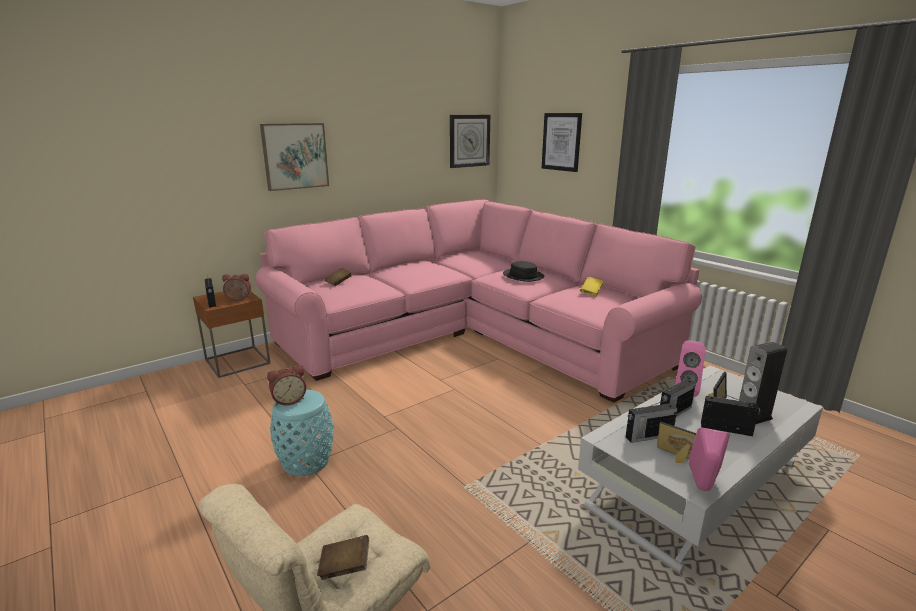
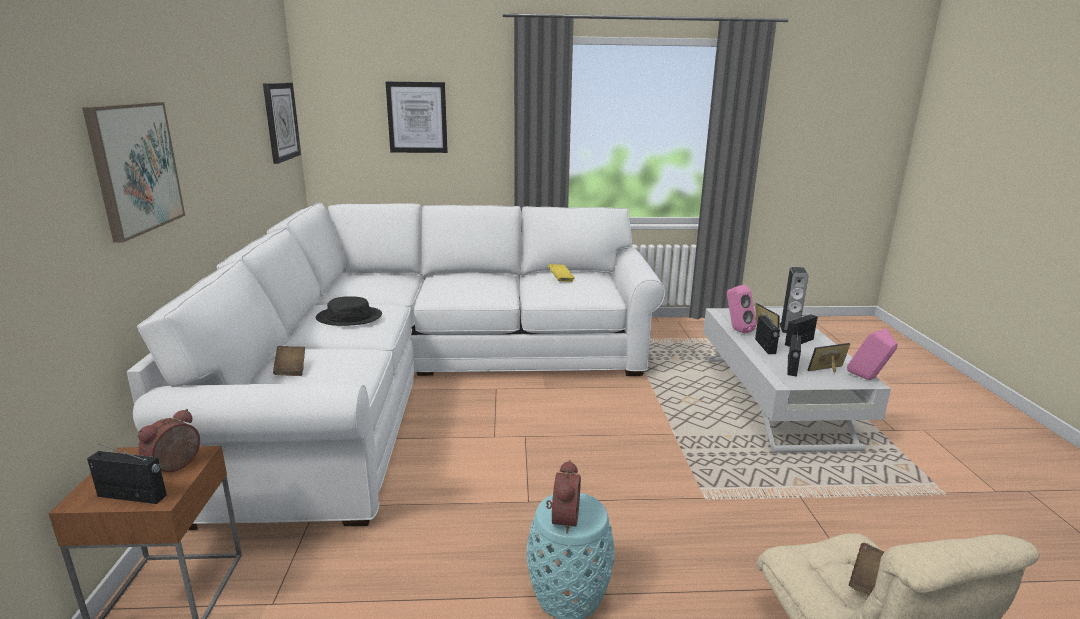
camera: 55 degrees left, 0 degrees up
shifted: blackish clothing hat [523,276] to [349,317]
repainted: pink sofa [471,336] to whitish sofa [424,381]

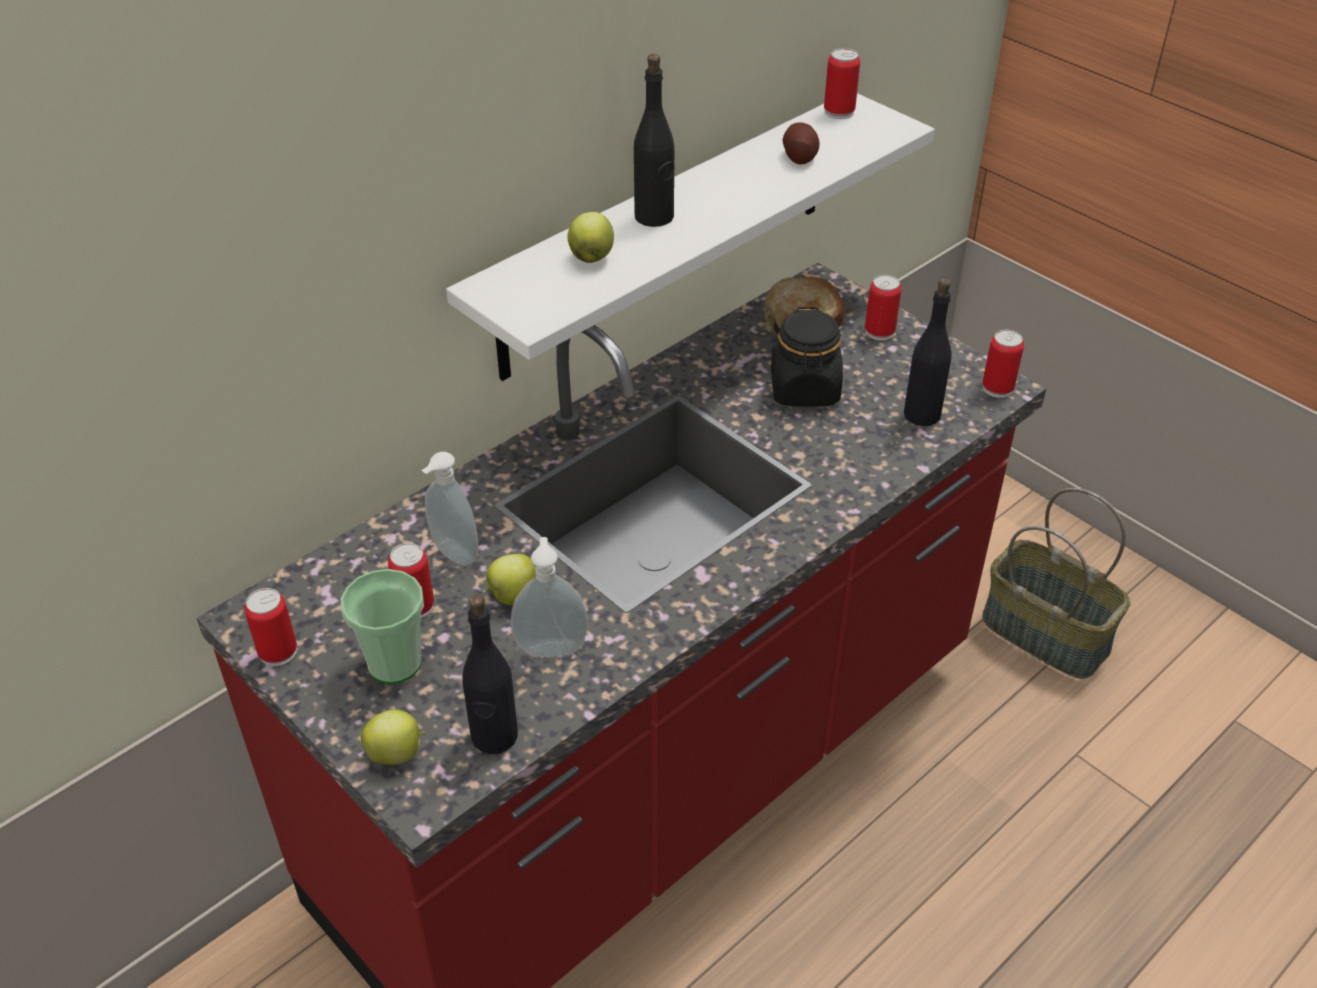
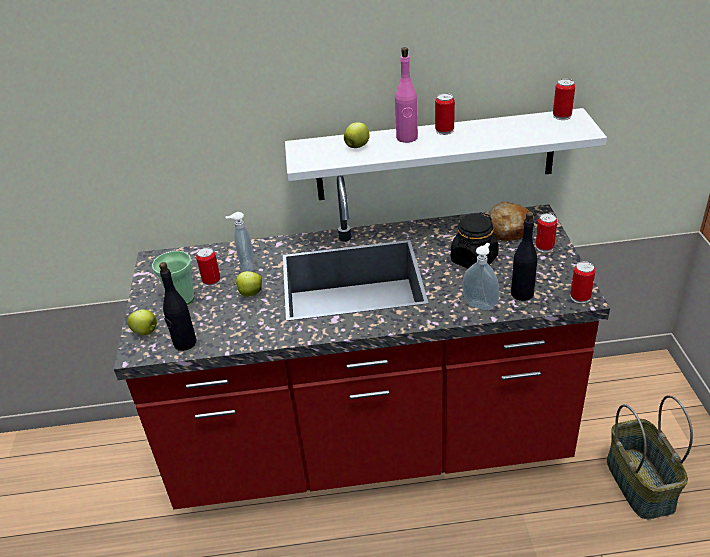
camera: 40 degrees right, 5 degrees down
gone: potato [799,156]
shifted: liquid soap bottle [551,646] to [480,304]; can [278,652] to [444,130]
repainted: blackish bottle [654,217] to pink bottle [407,138]

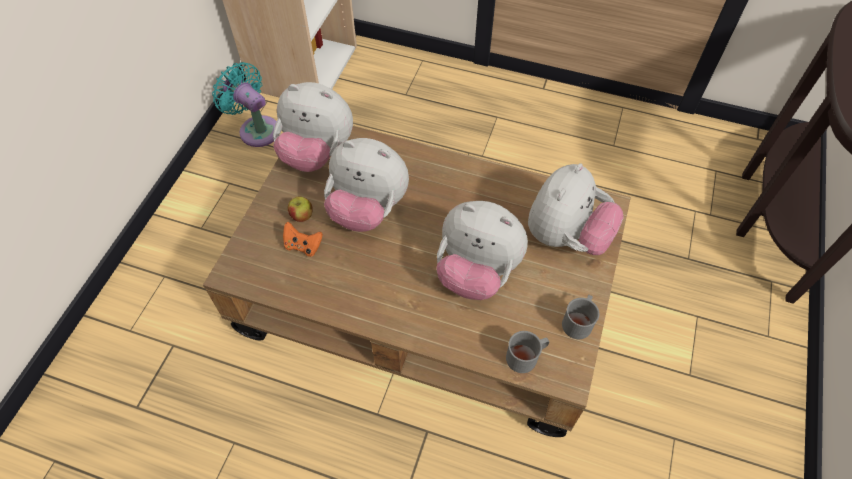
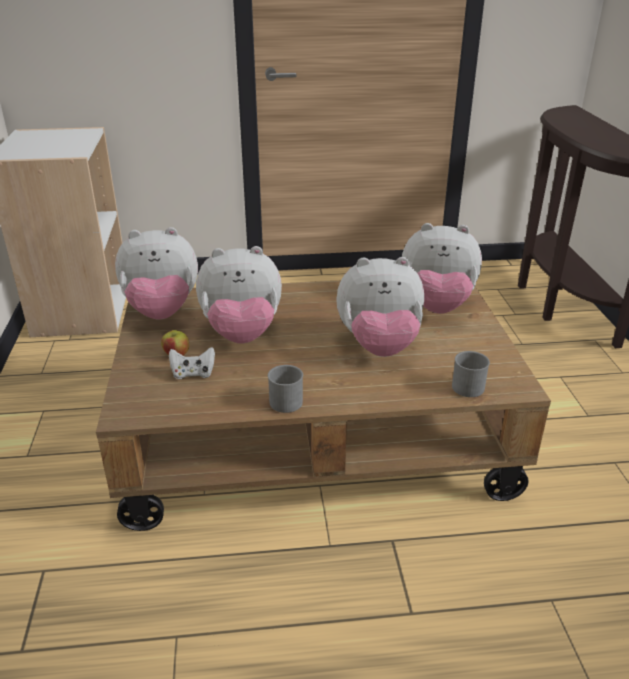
camera: 25 degrees left, 25 degrees down
gone: turquoise-coloured fan [256,129]
shifted: greyish tea mug [578,321] to [286,399]
repainted: orange gamepad [303,246] to whitish gamepad [193,374]
rotated: cuddly toy [566,236] = [437,306] 90 degrees clockwise

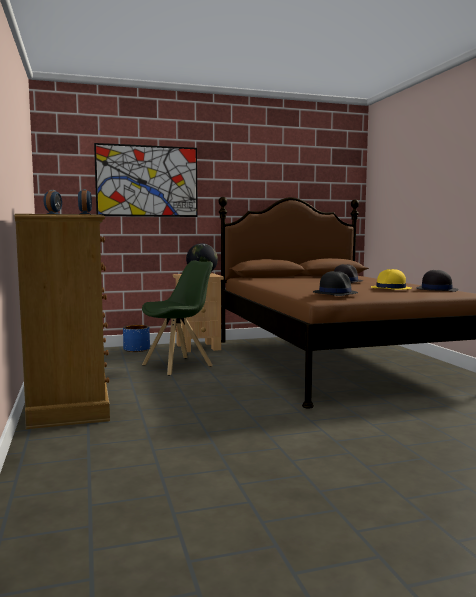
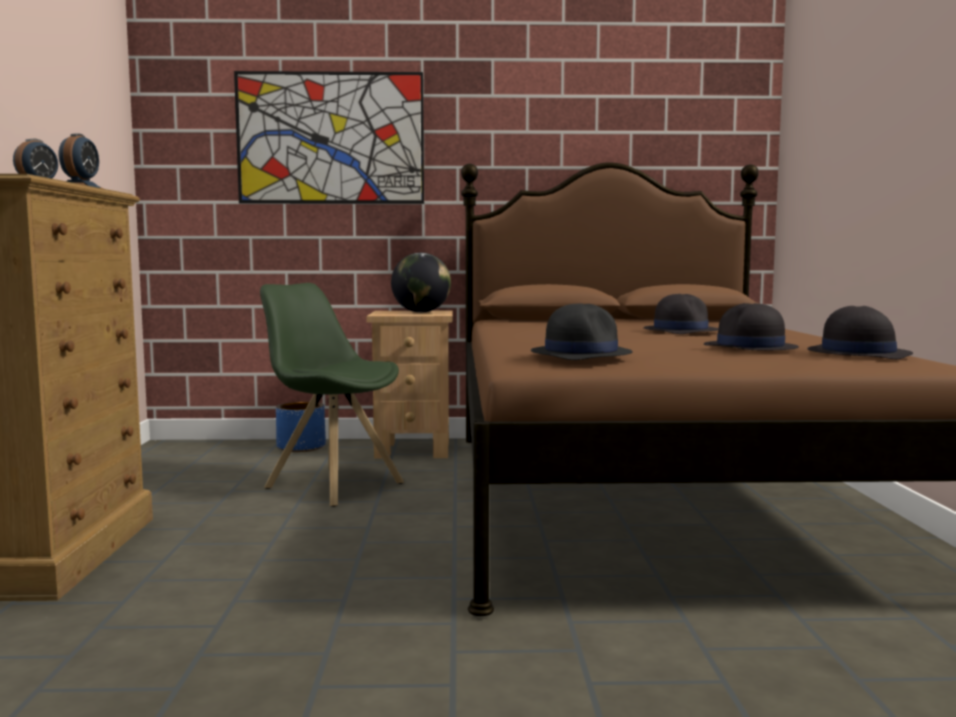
camera: 15 degrees right, 0 degrees up
repainted: yellowish clothing hat [391,288] to blackish clothing hat [750,348]
rotated: green-coloured chair [178,365] = [333,485] 120 degrees counterclockwise

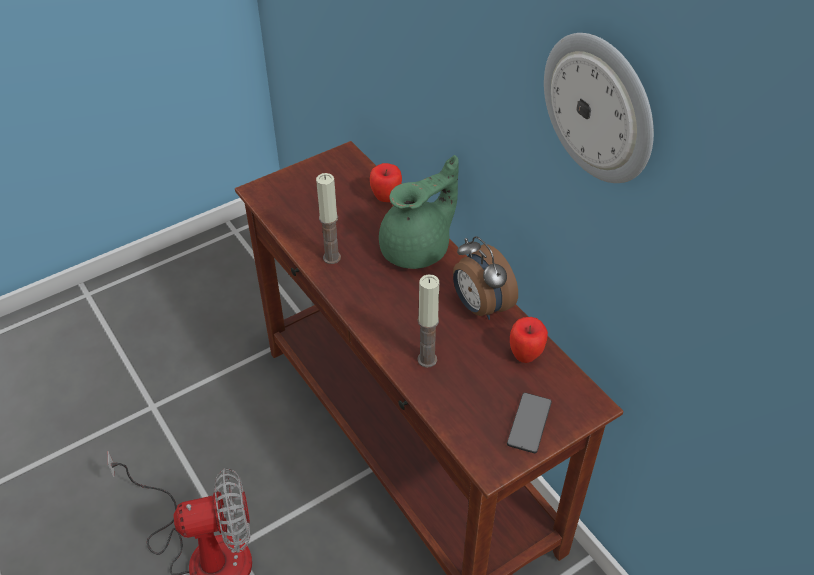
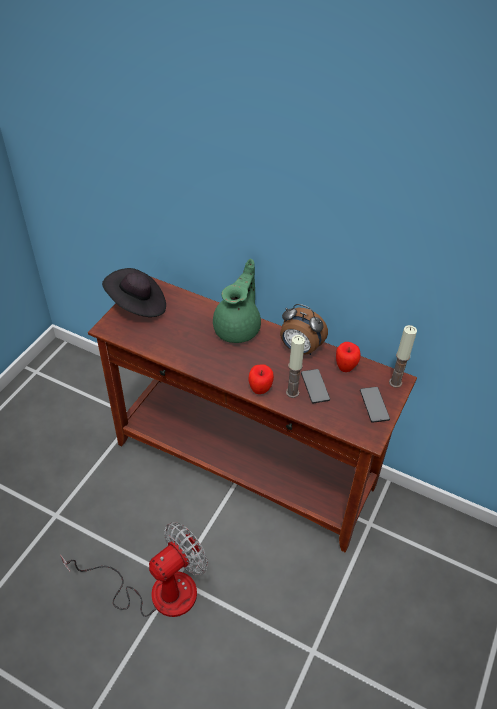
camera: 30 degrees left, 0 degrees up
gone: hanging clock [600,108]
new: blackish clothing hat [137,305]; telephone [315,386]
shifted: apple fruit [386,198] to [260,390]; wax candle [331,257] to [395,382]

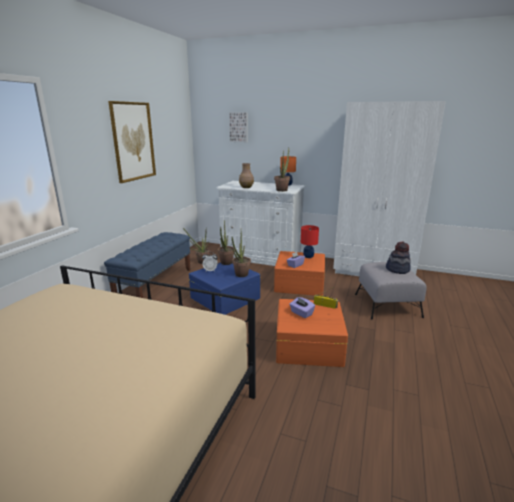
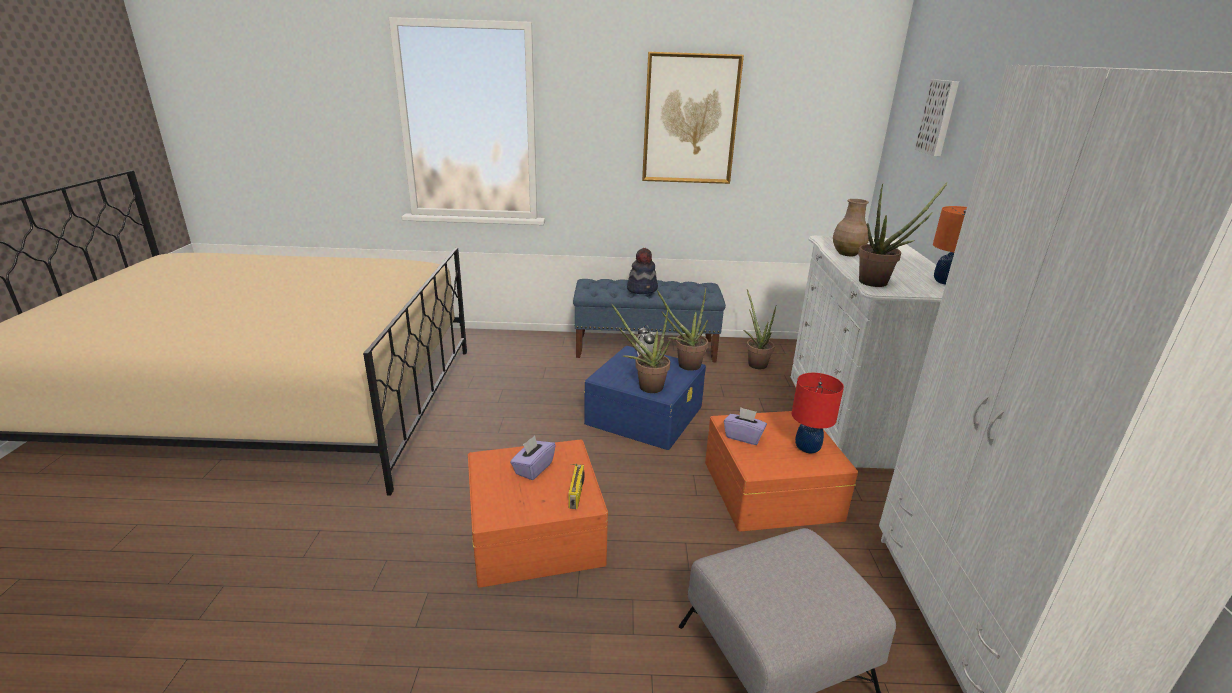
camera: 70 degrees right, 5 degrees up
shifted: clothing hat [397,269] to [642,289]

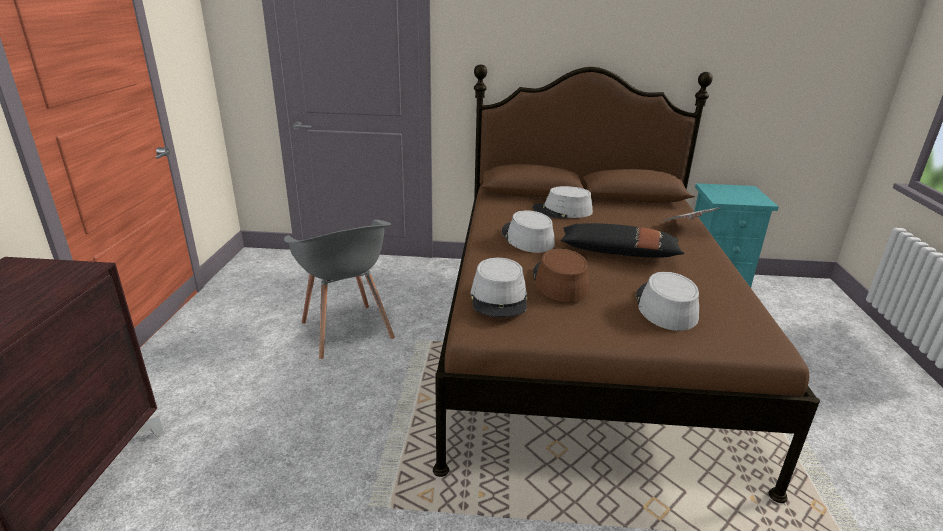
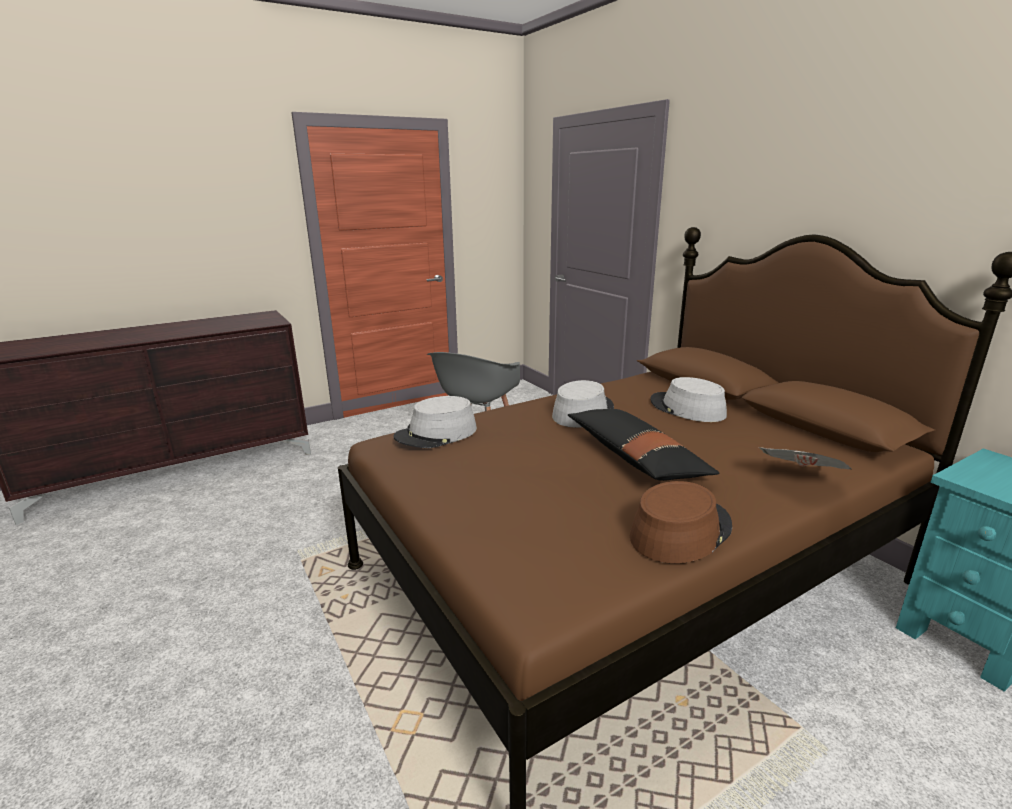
camera: 55 degrees right, 5 degrees down
gone: greyish clothing hat [665,307]
shifted: brown-coloured clothing hat [559,281] to [680,531]

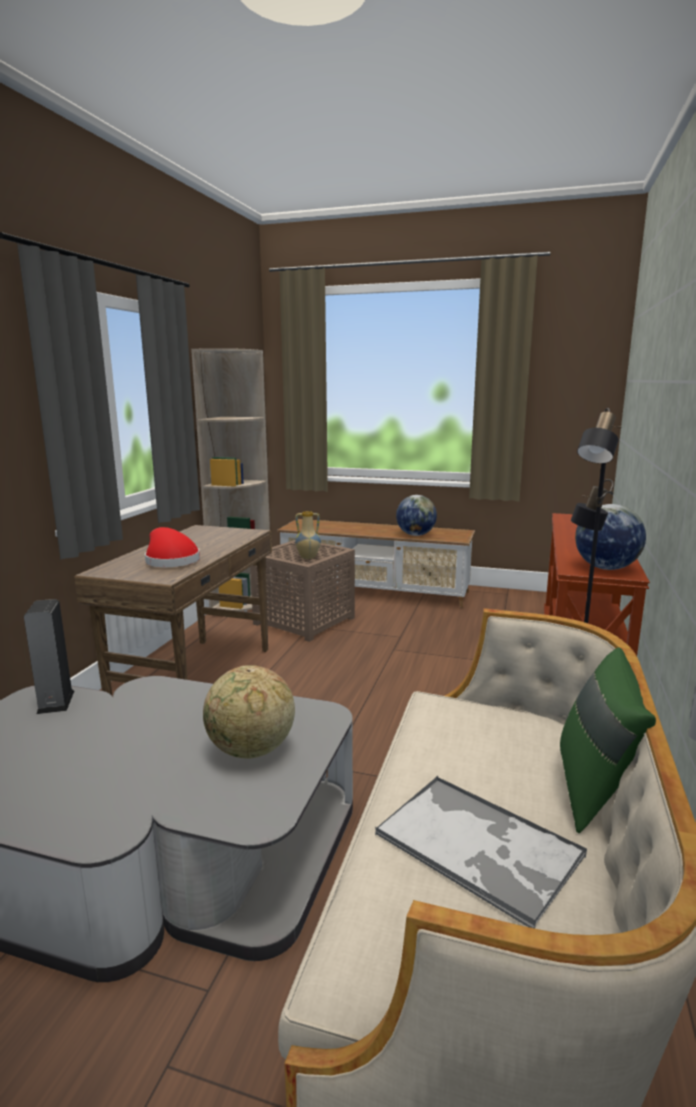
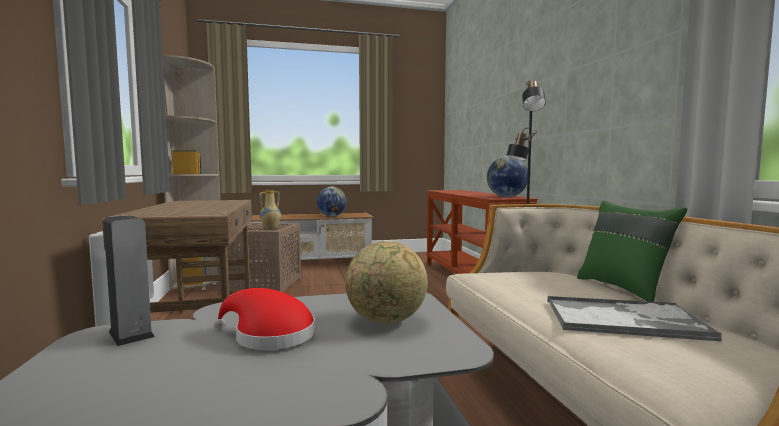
camera: 30 degrees left, 10 degrees down
shifted: red clothing hat [170,561] to [269,336]

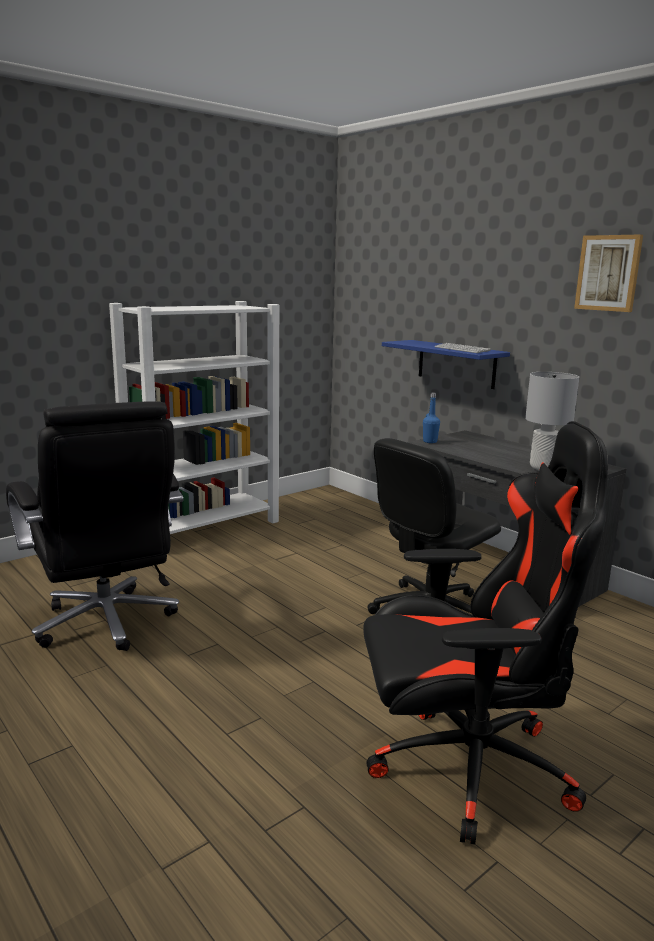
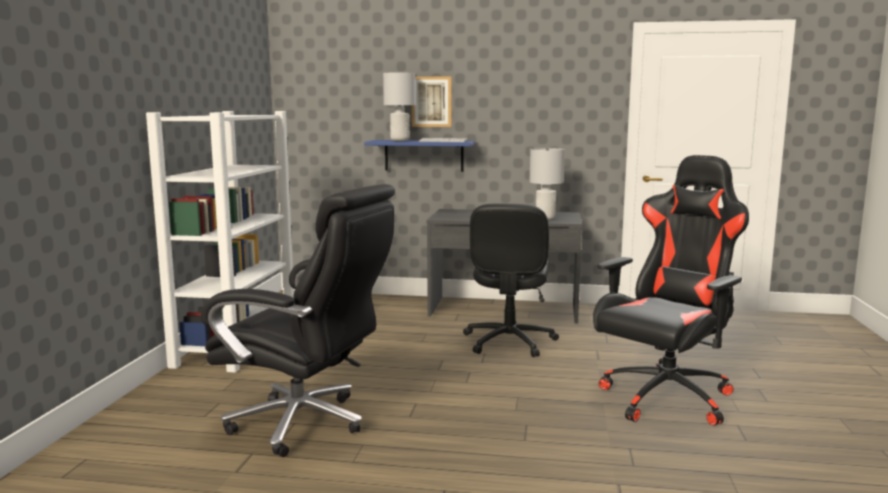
camera: 40 degrees left, 5 degrees down
gone: bluish bottle [430,441]
new: greyish table lamp [400,141]
shifted: wall art [608,273] to [431,101]

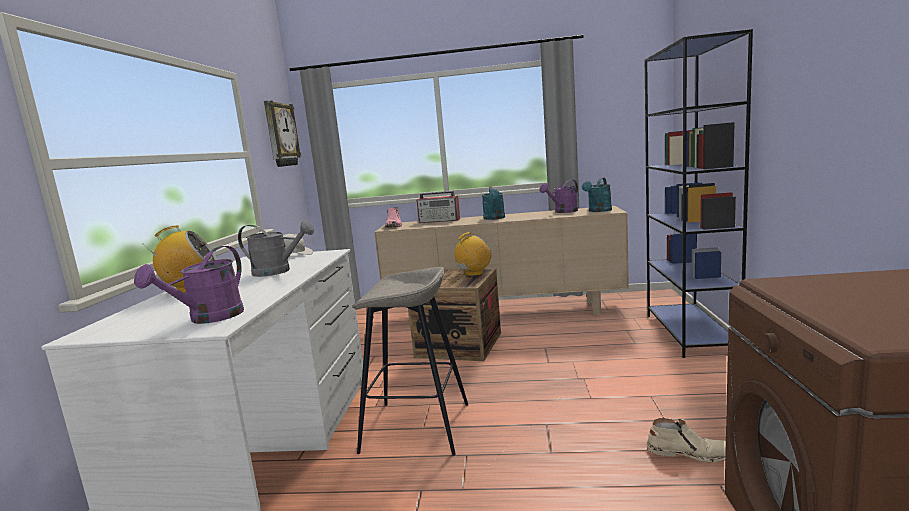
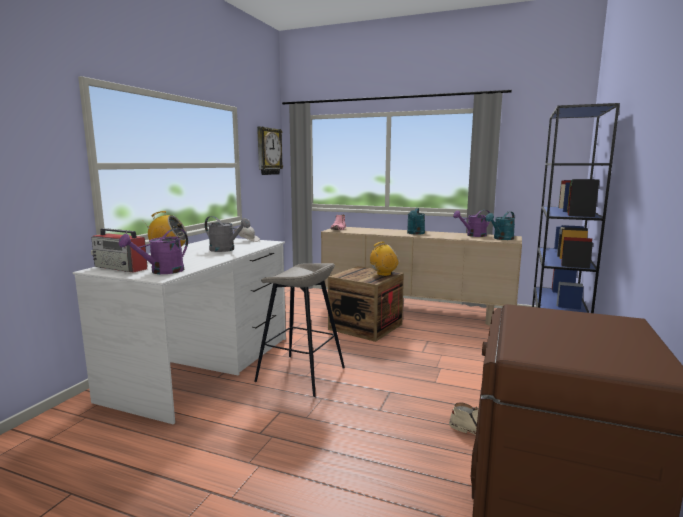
camera: 15 degrees right, 0 degrees up
shifted: radio set [440,221] to [121,268]

